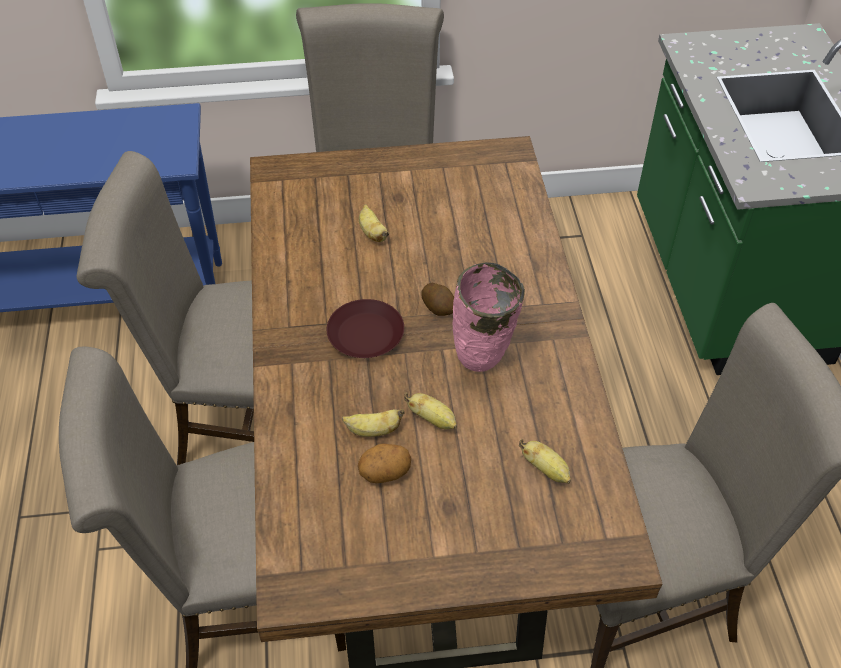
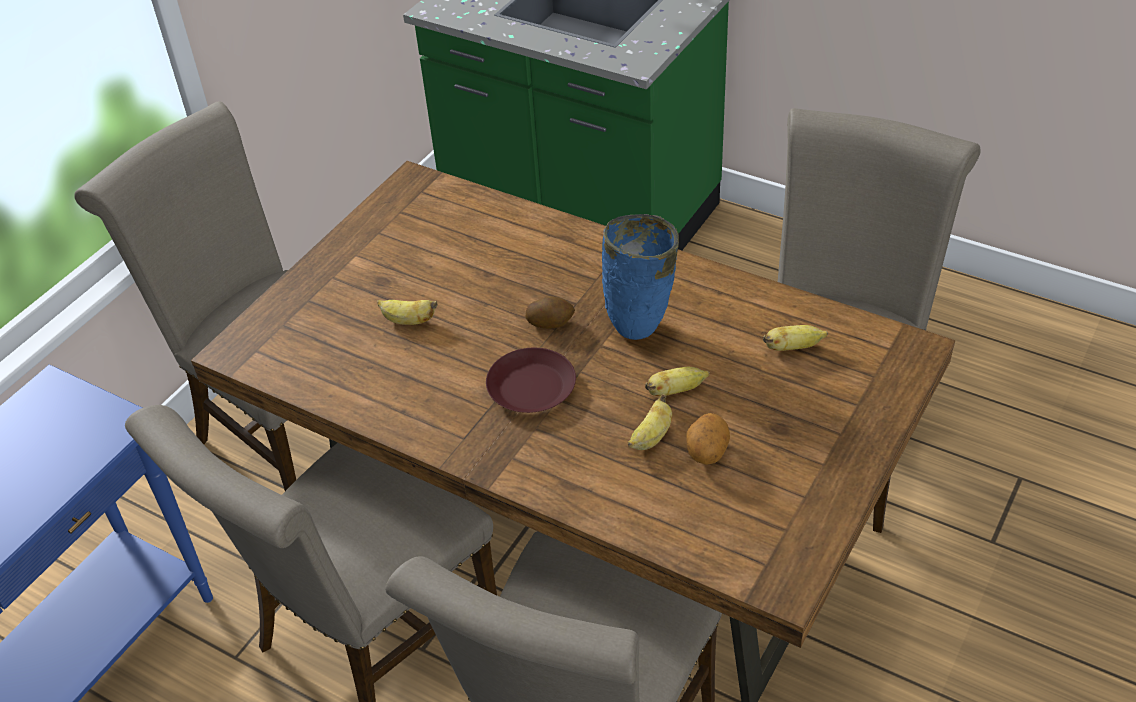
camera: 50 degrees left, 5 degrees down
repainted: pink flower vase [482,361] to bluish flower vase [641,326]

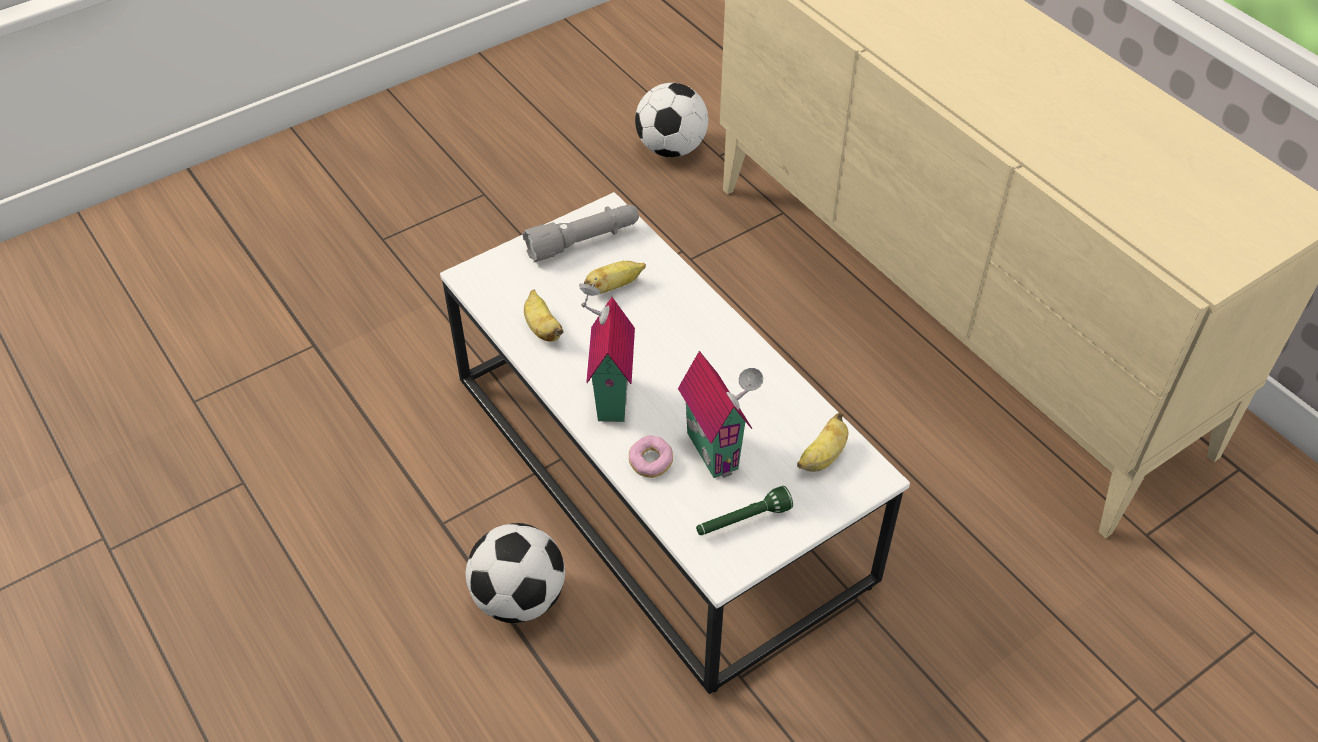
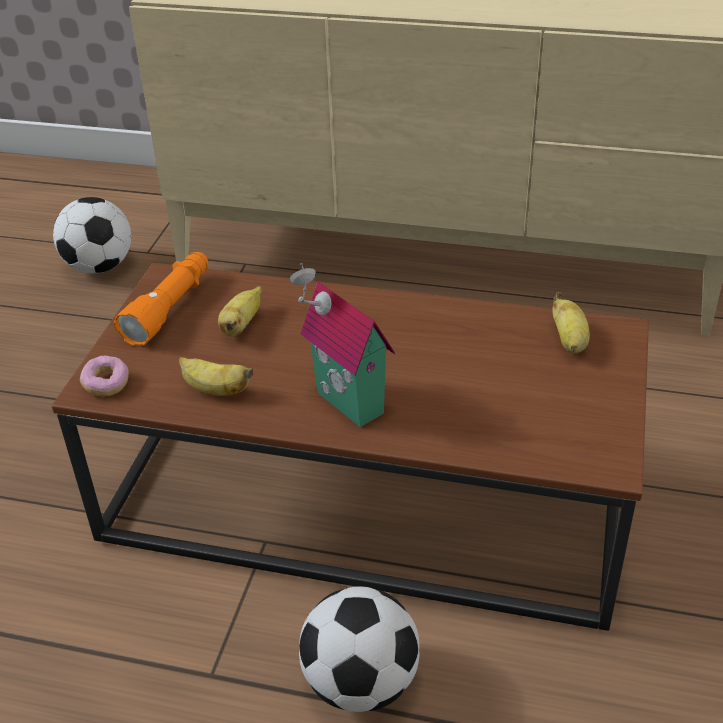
camera: 40 degrees left, 10 degrees down
gone: model house [717,450]; green-coloured flashlight [742,520]
shifted: donut [650,463] to [106,384]
repainted: whitish coffee table [658,476] to brown-coloured coffee table [366,499]; greyish flashlight [583,241] to orange flashlight [170,308]

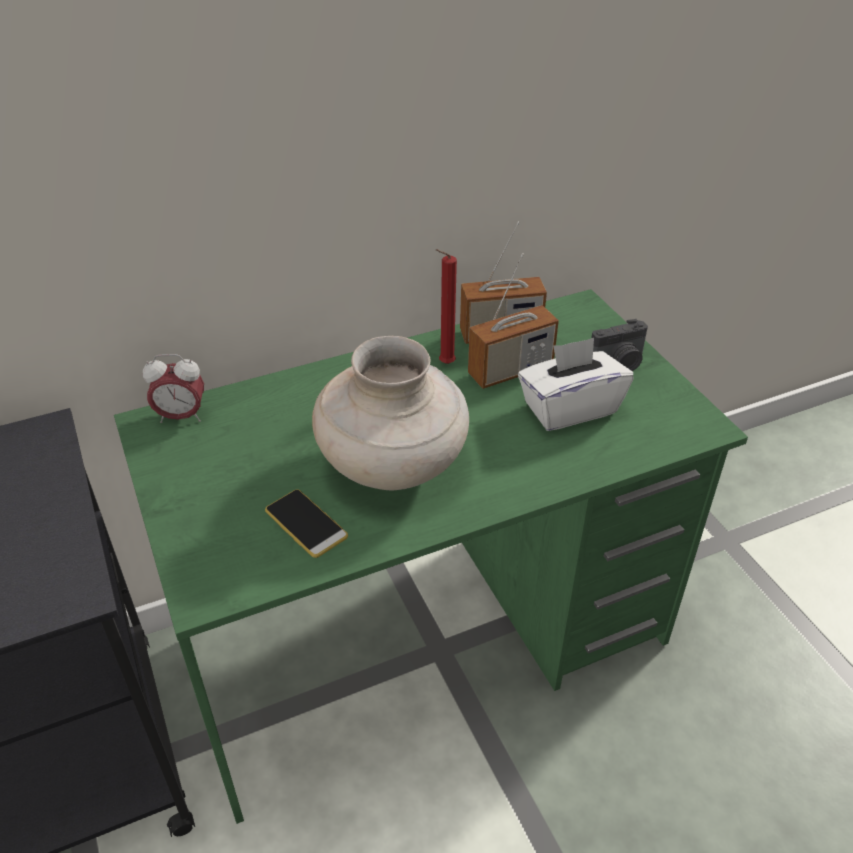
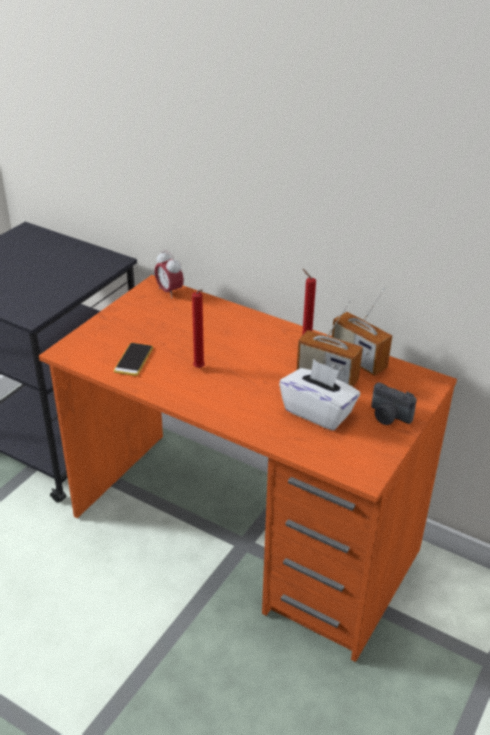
camera: 55 degrees right, 5 degrees down
swapped: beige-coloured flower vase [393,467] to red wax candle [199,369]
repainted: green-coloured desk unit [425,642] to orange desk unit [244,534]

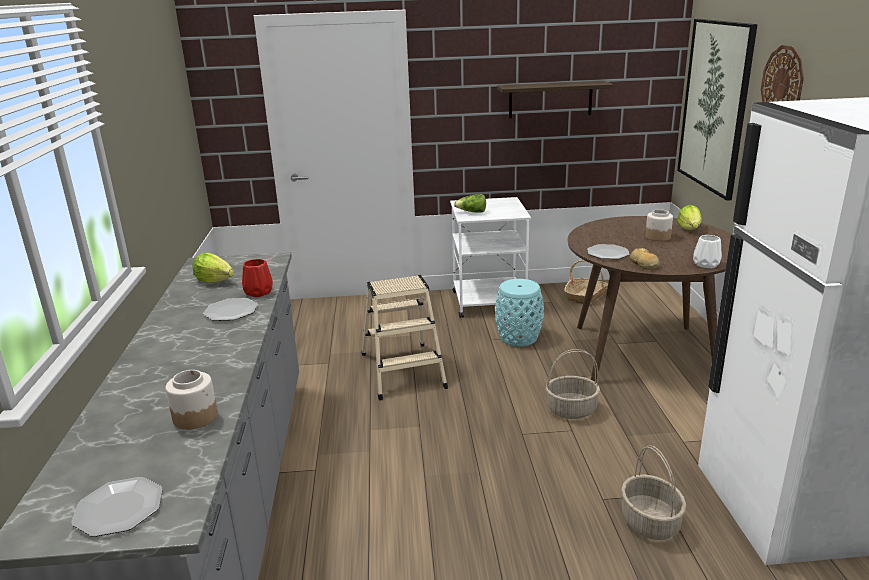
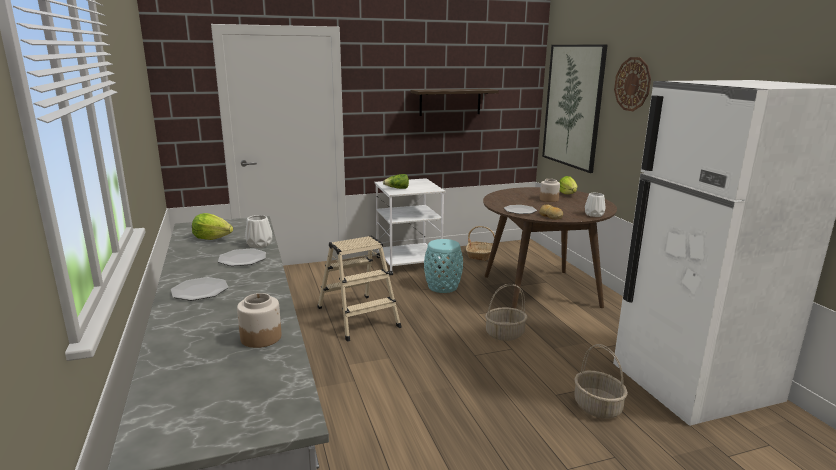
camera: 15 degrees left, 5 degrees down
shifted: flat dish [119,508] to [200,290]
repainted: red flower vase [259,292] to whitish flower vase [260,244]

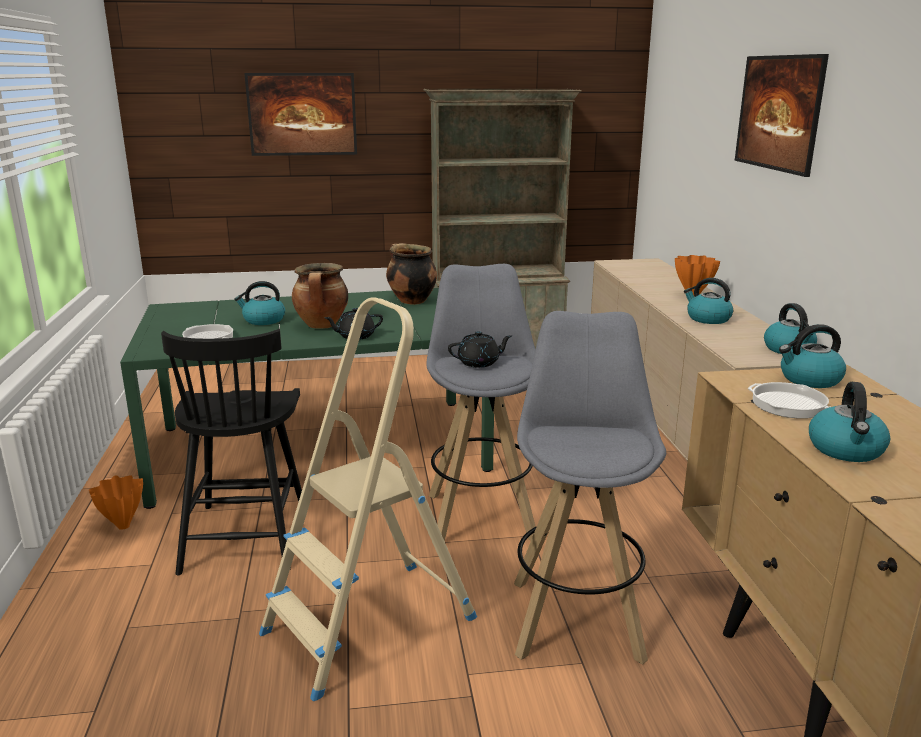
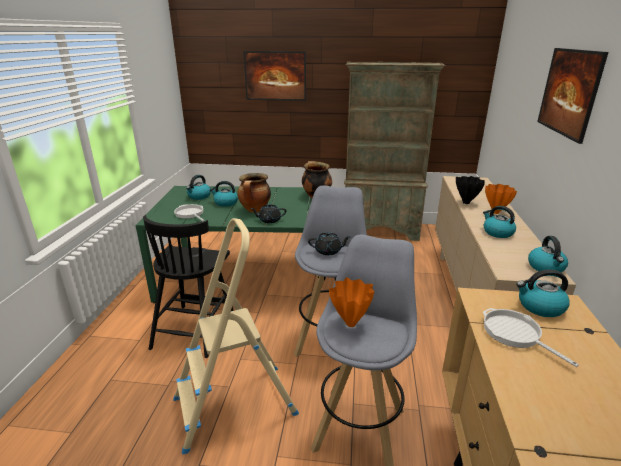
camera: 15 degrees right, 5 degrees up
new: blackish flower vase [466,203]
shifted: water kettle [846,450] to [199,196]; orange flower vase [123,526] to [350,323]

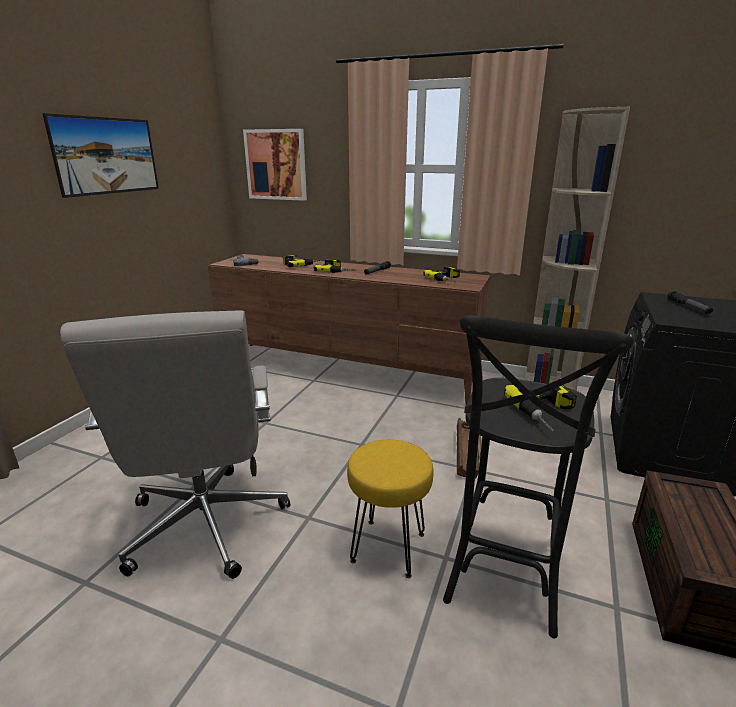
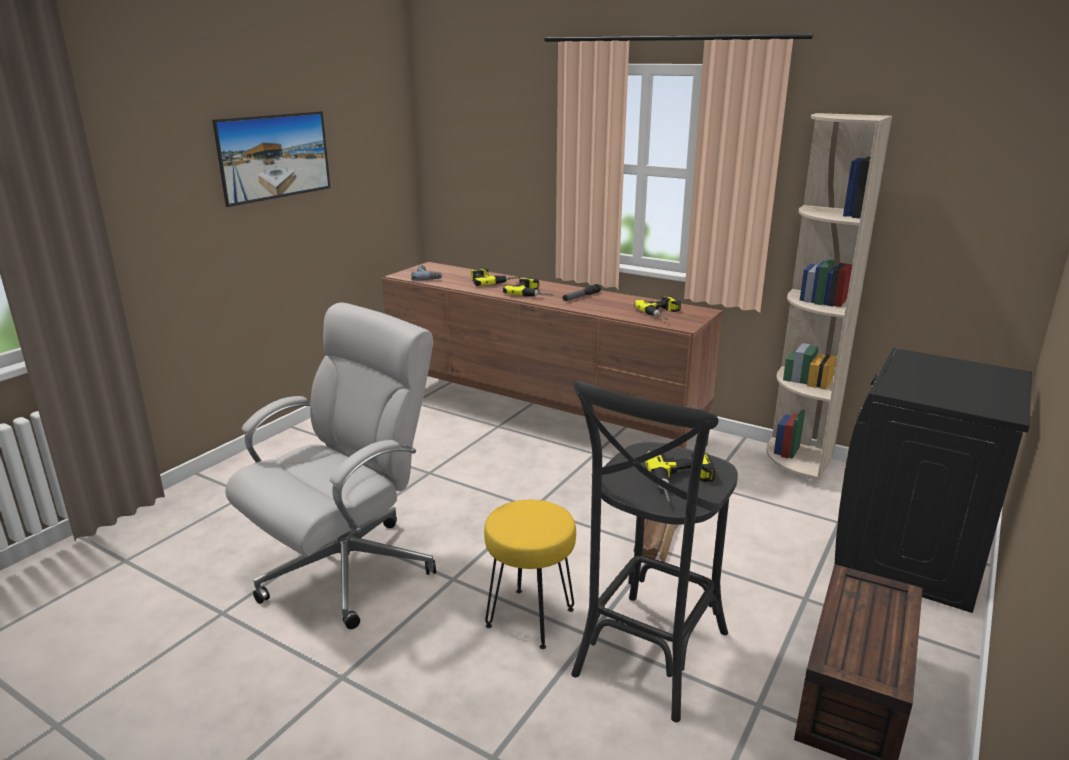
camera: 10 degrees right, 0 degrees up
gone: wall art [276,165]; flashlight [688,307]
rotated: greyish desk chair [206,521] = [346,570] 135 degrees counterclockwise

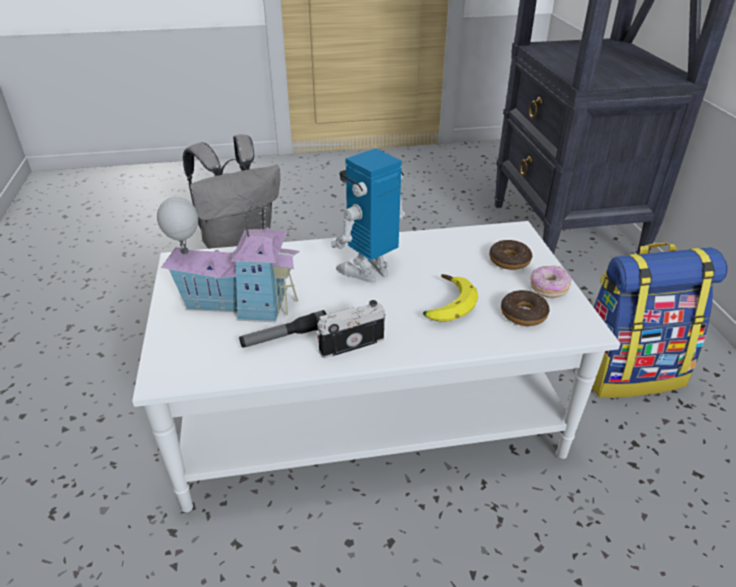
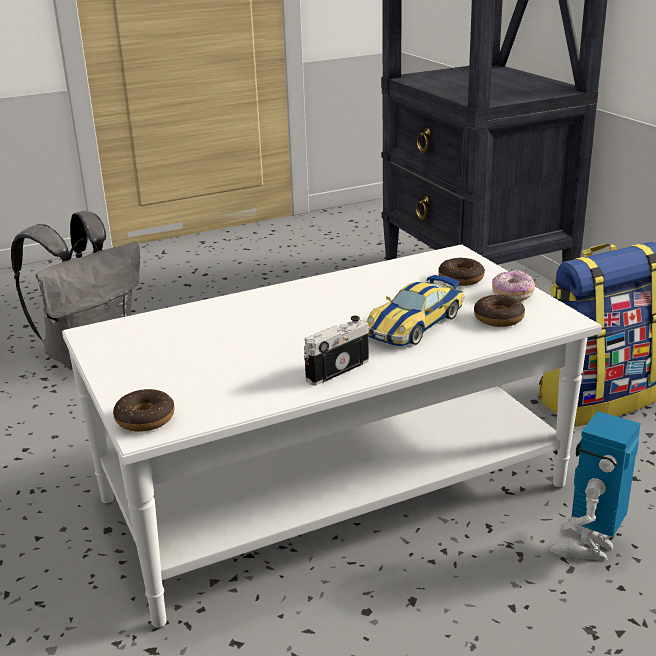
camera: 15 degrees left, 10 degrees down
gone: model house [239,303]; flashlight [284,337]
new: donut [145,418]
shifted: toy robot [368,271] to [588,546]
swapped: banana [445,304] to toy car [415,323]

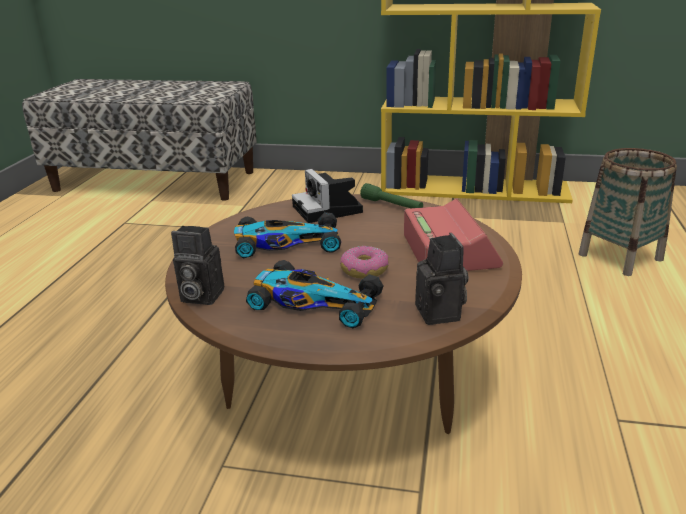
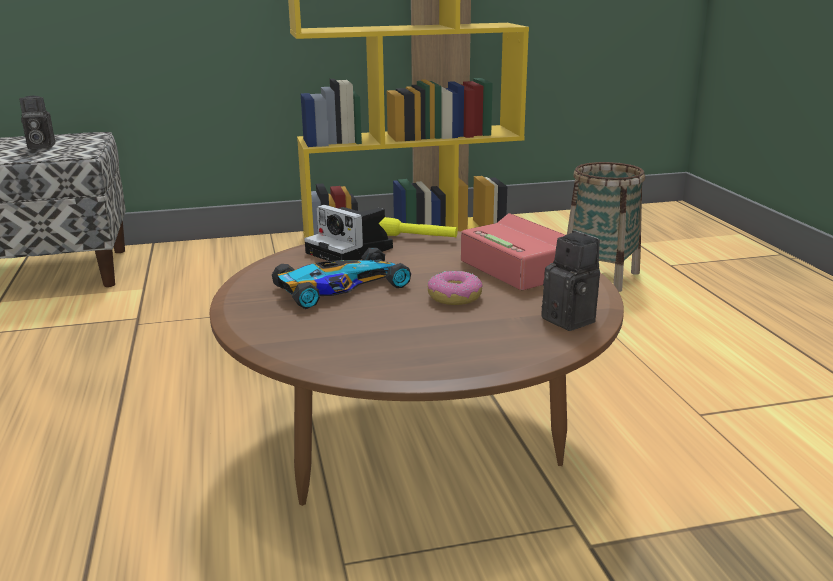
camera: 25 degrees left, 5 degrees down
gone: toy car [312,302]
shifted: still camera [199,296] to [39,146]
repainted: green-coloured flashlight [392,206] to yellowish flashlight [417,238]

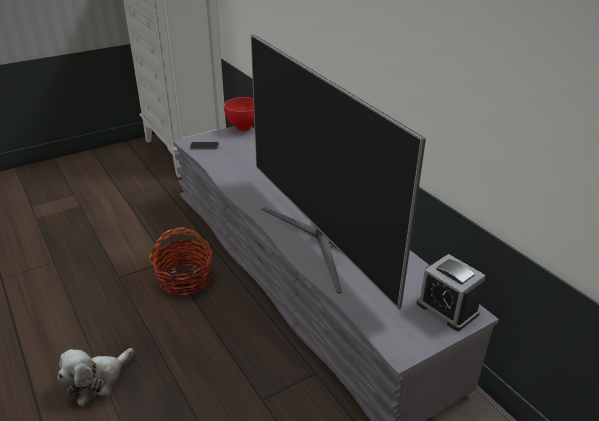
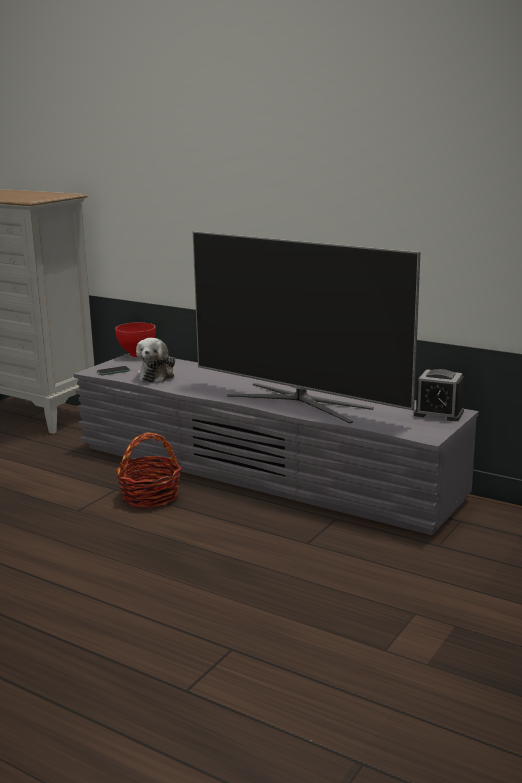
camera: 25 degrees left, 15 degrees down
shifted: cuddly toy [97,381] to [157,375]

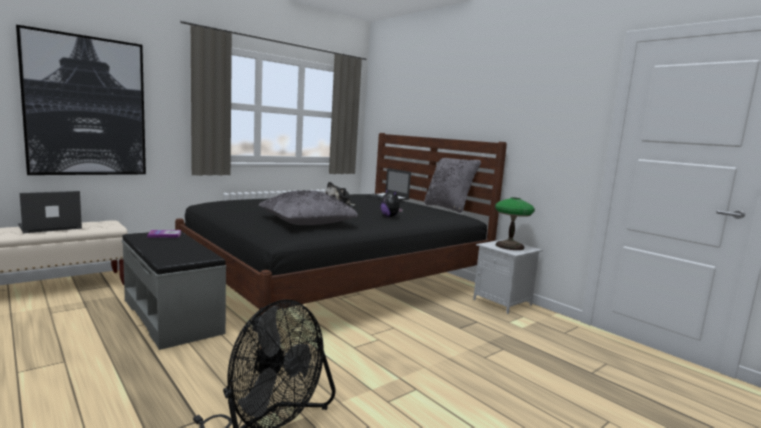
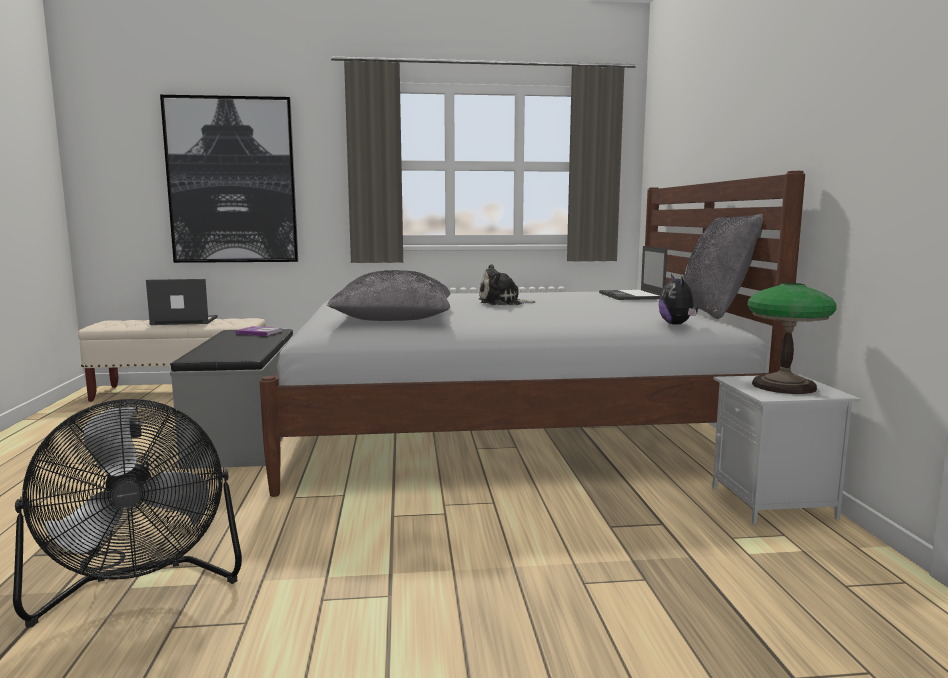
camera: 35 degrees right, 0 degrees up
shifted: cuddly toy [390,216] to [677,324]
repainted: blackish sleeping bed [337,283] to whitish sleeping bed [503,427]

